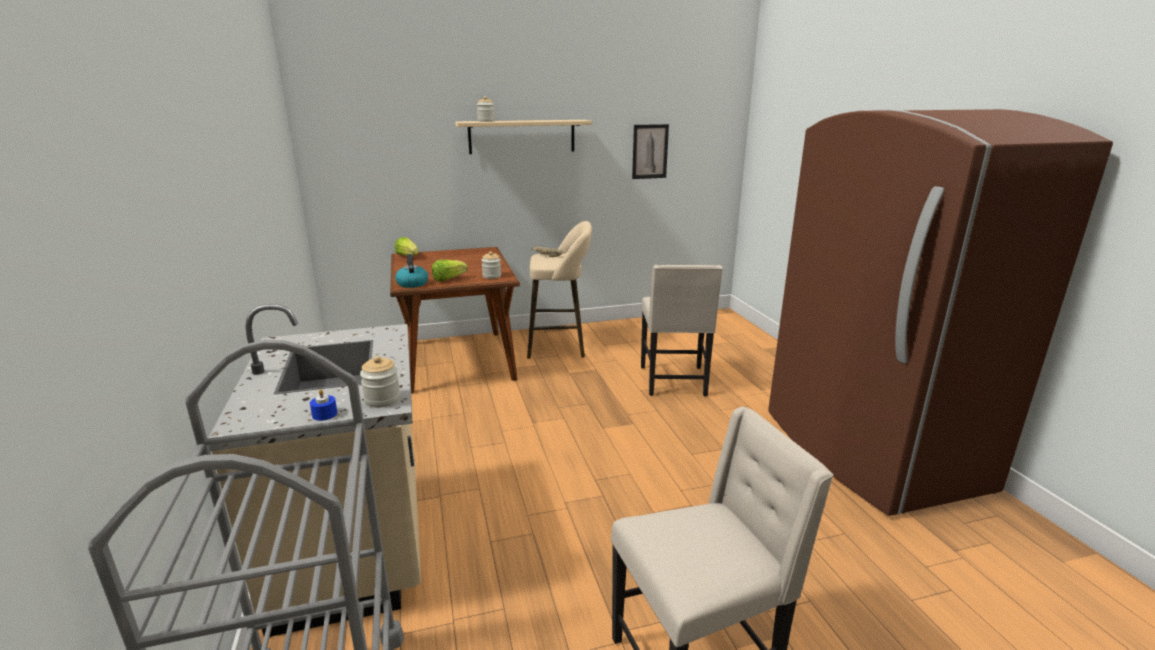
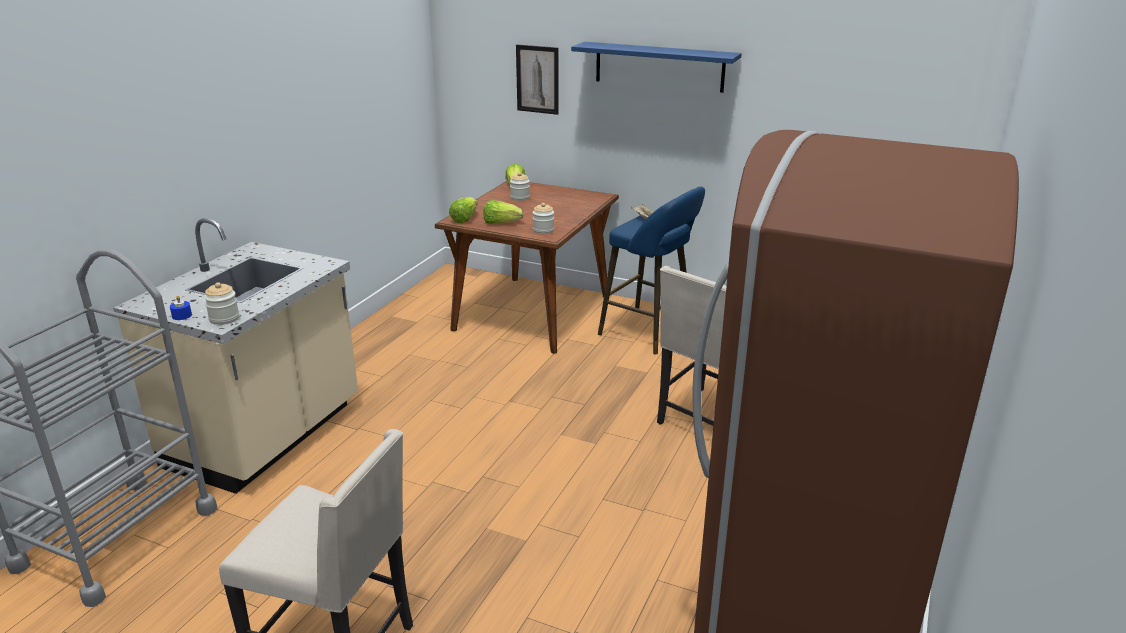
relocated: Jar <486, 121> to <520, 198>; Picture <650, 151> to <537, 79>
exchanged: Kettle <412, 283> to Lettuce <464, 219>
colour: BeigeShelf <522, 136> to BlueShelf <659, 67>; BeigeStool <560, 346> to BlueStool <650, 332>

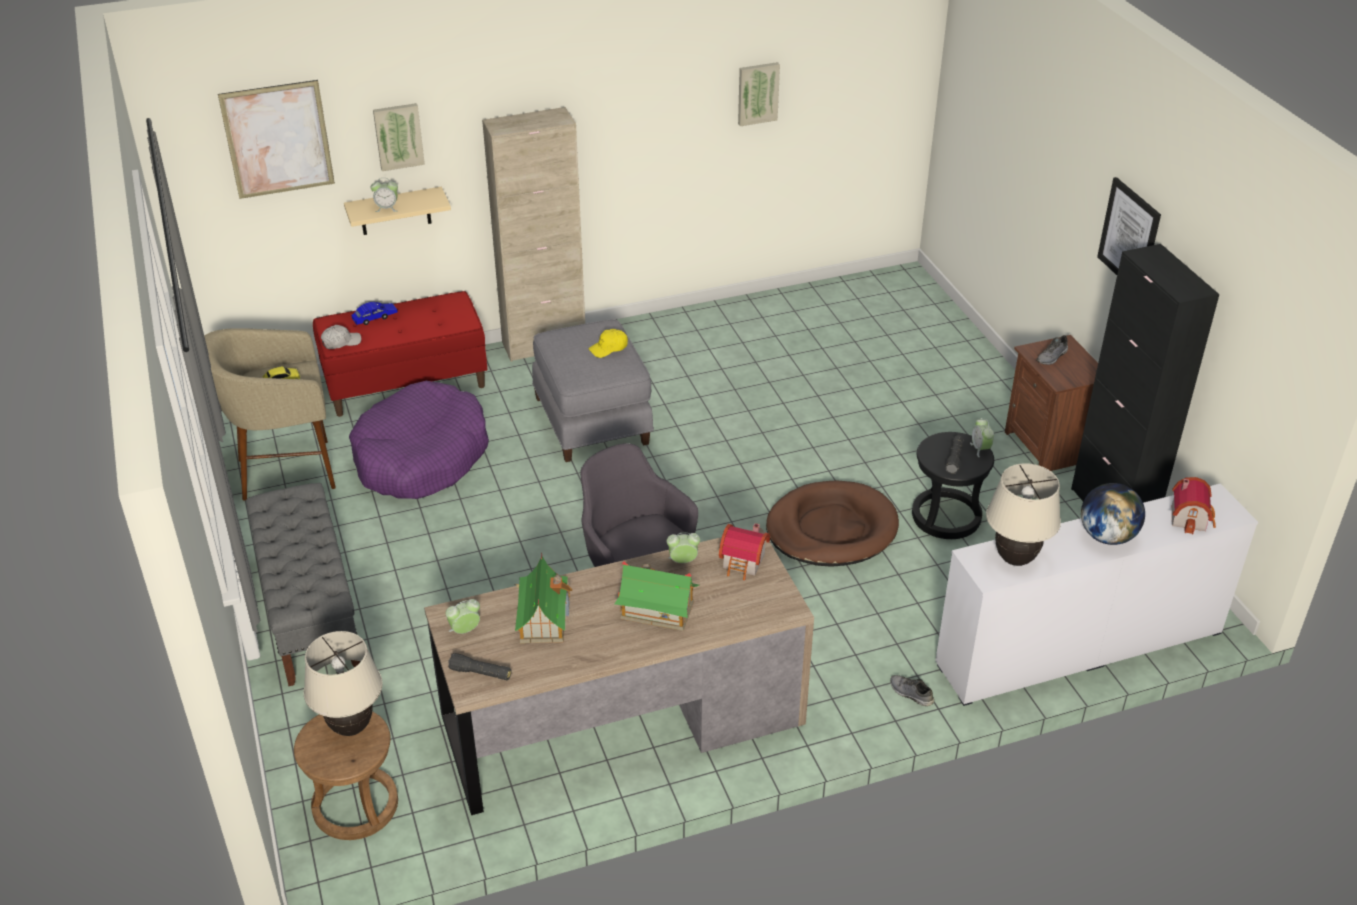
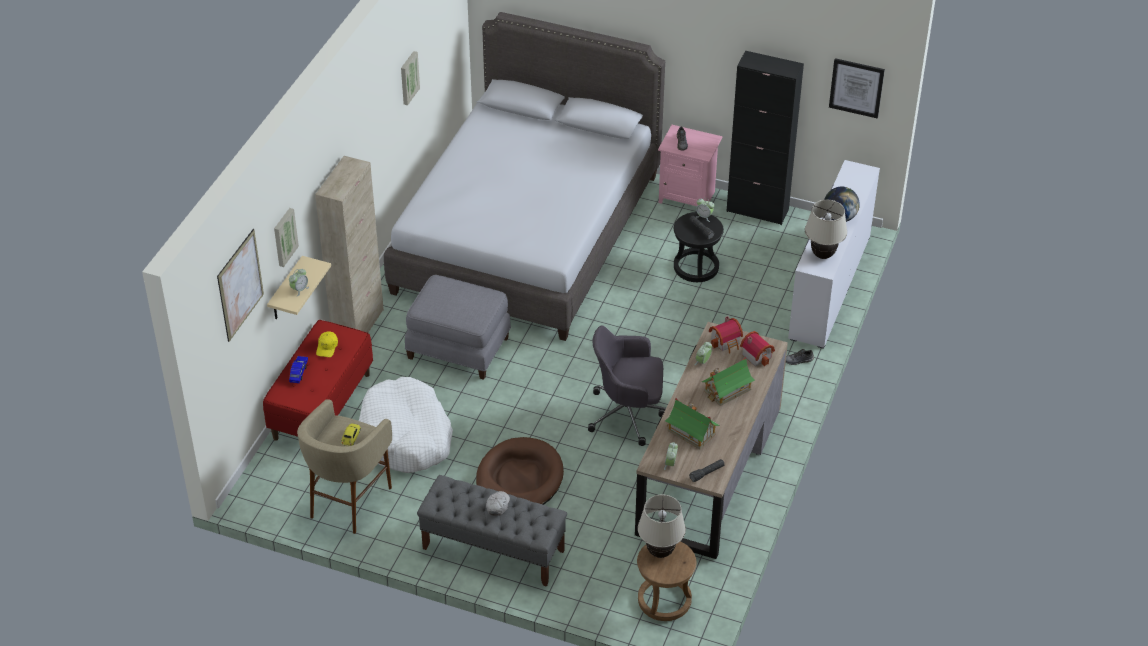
appeared: GreyBed <527, 233>
relocated: YellowCap <609, 348> to <327, 347>; BrownDogBed <831, 529> to <519, 479>; WhiteCap <341, 342> to <497, 505>; ToyHouse <1191, 517> to <757, 355>; Picture <1129, 236> to <856, 87>
colour: PurpleDogBed <421, 457> to WhiteDogBed <406, 436>; BrownNightstand <1048, 447> to PinkNightstand <687, 196>

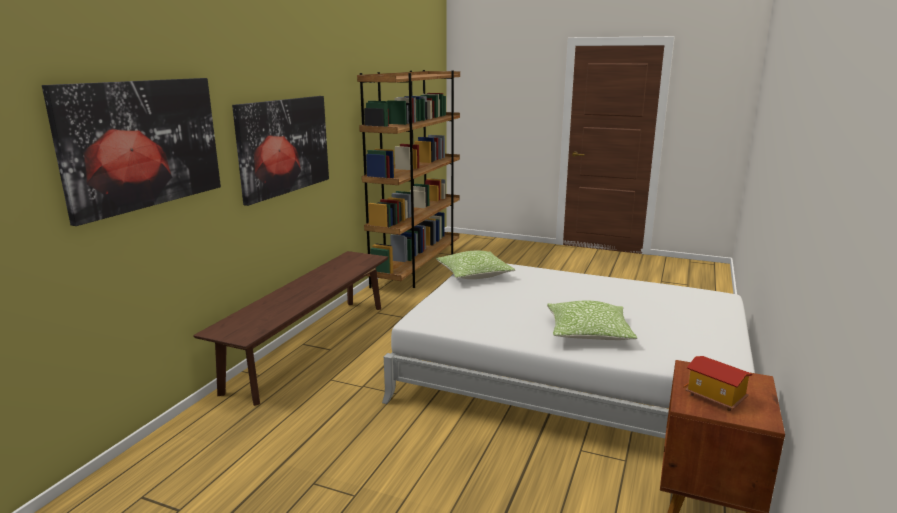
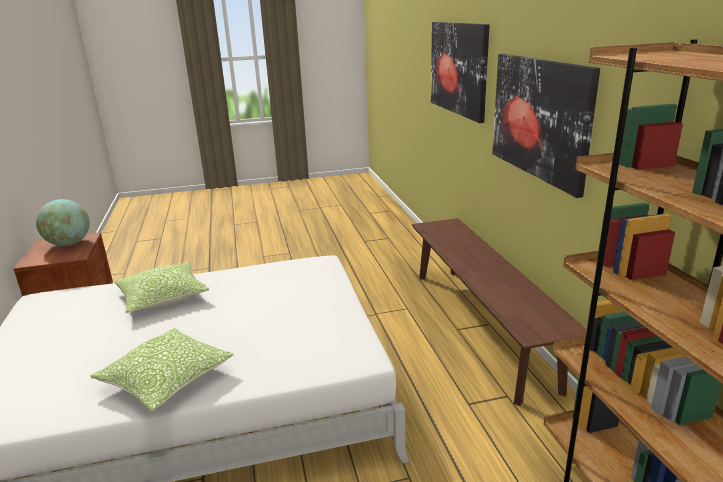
relocated: Pillow <474, 274> to <167, 380>
exchanged: ToyHouse <714, 398> to Globe <69, 244>

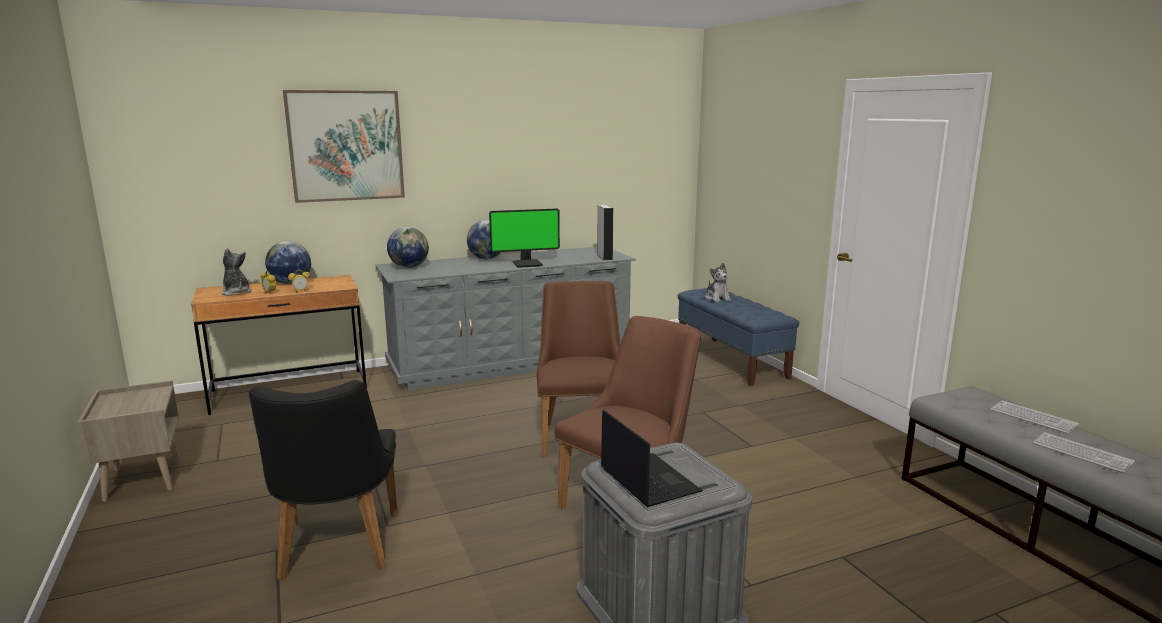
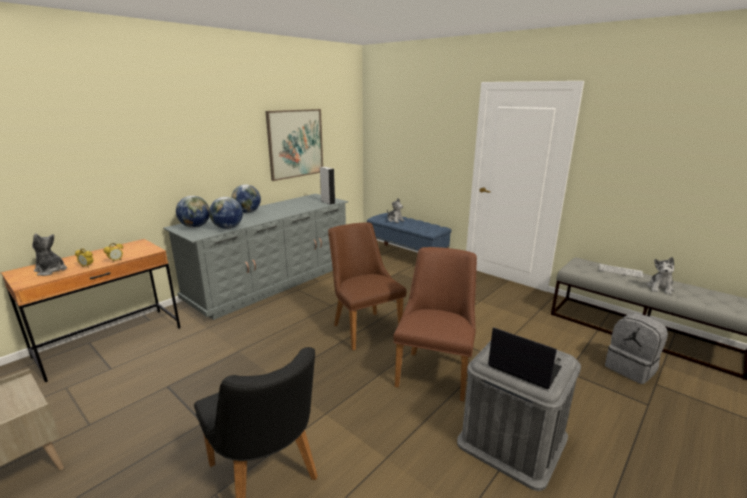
missing: Monitor <527, 263>
appeared: GreyBackpack <631, 369>
relocated: Globe <290, 283> to <228, 228>; Picture <346, 146> to <295, 143>
exchanged: Keyboard <1081, 453> to PlushToy <660, 288>

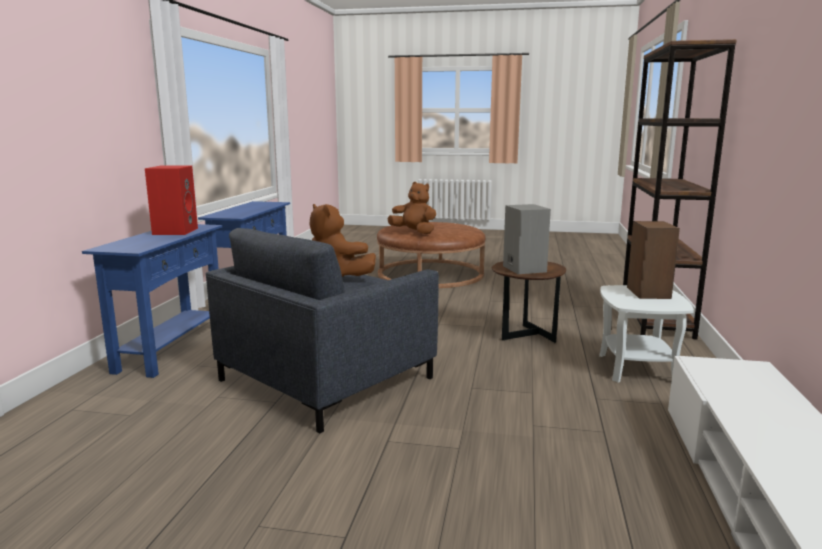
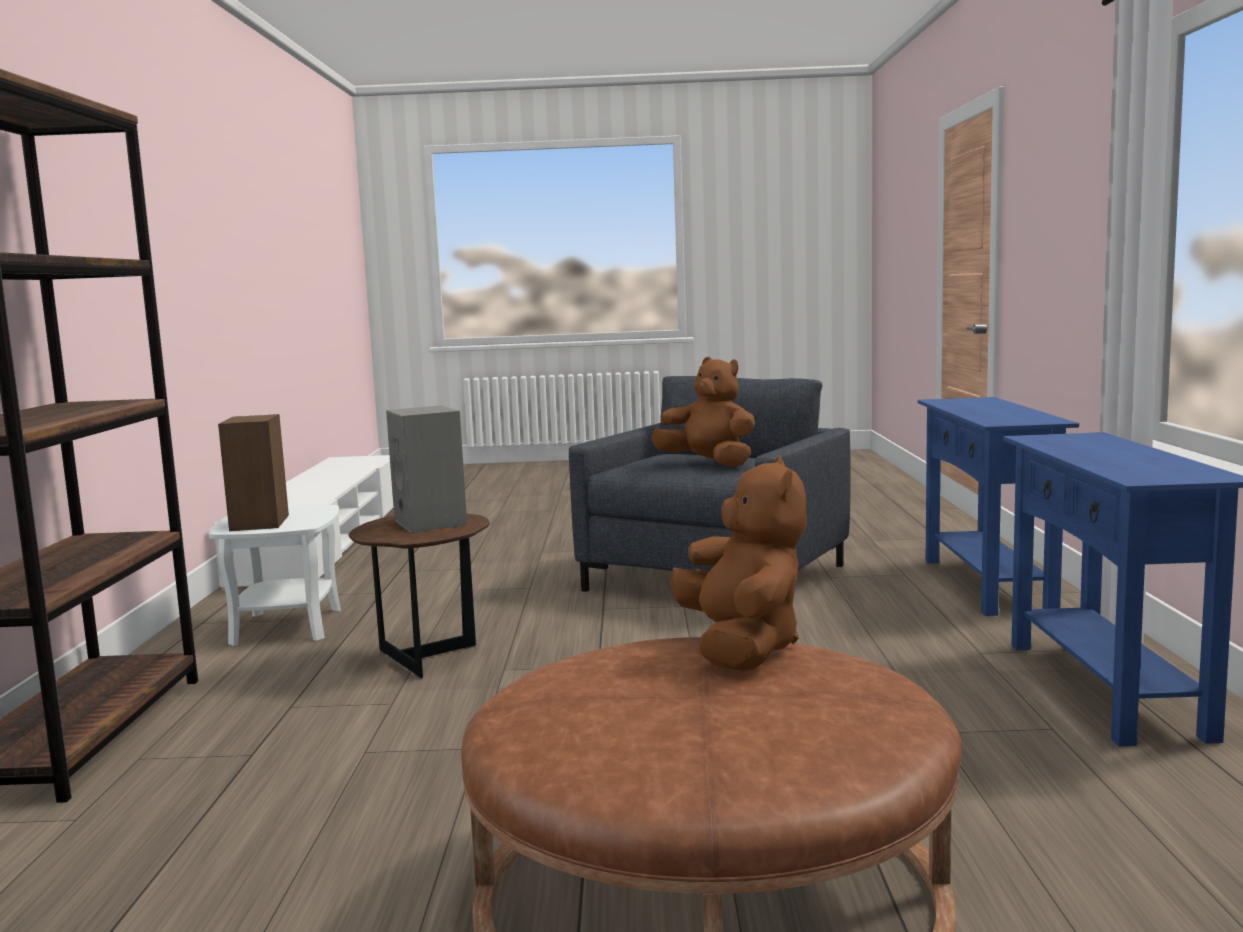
missing: RedSpeaker <175, 231>
spun: BrownPlushToy <414, 232> = <741, 648> 120 degrees counterclockwise

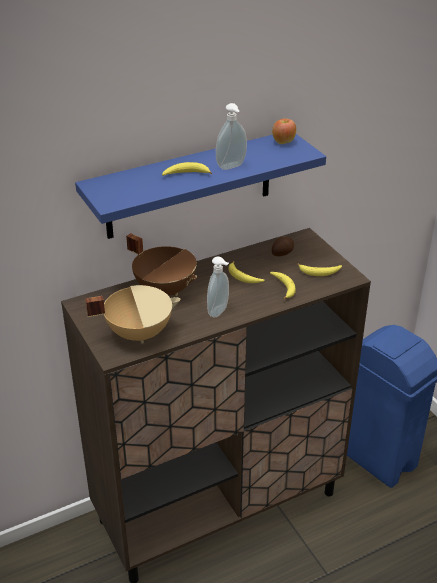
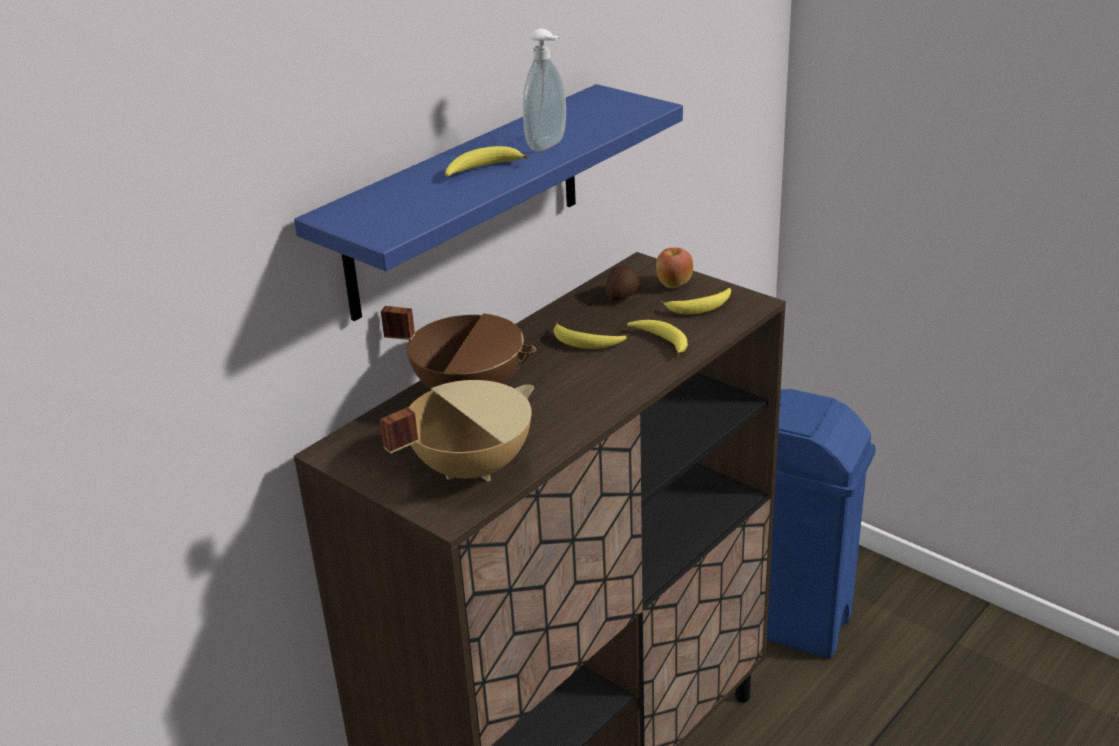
missing: SoapDispenser <219, 312>
relocated: Apple <283, 142> to <673, 284>

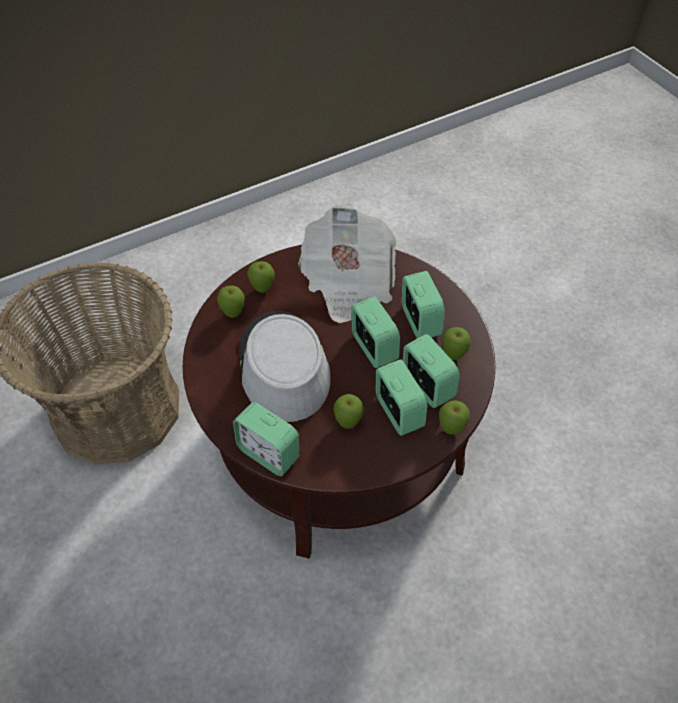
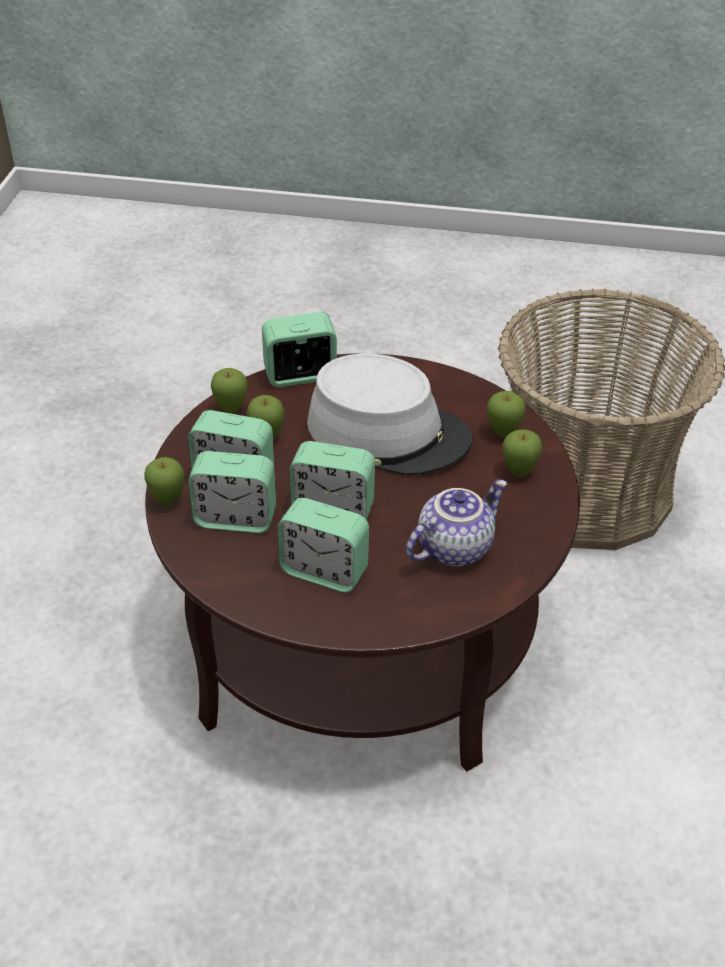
relocated: Apple <453, 356> to <231, 410>
exchanged: Newspaper <348, 283> to Teapot <454, 547>

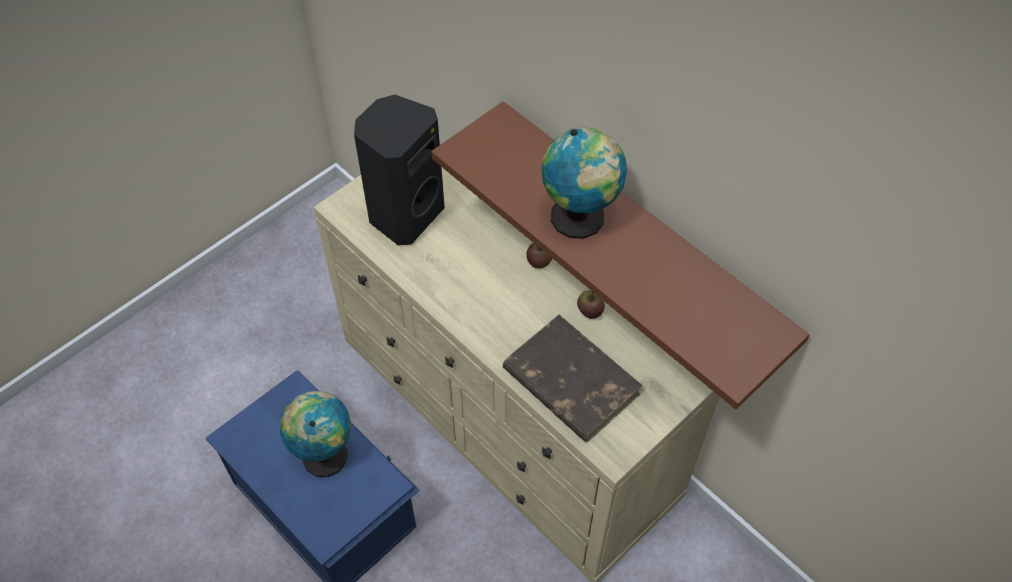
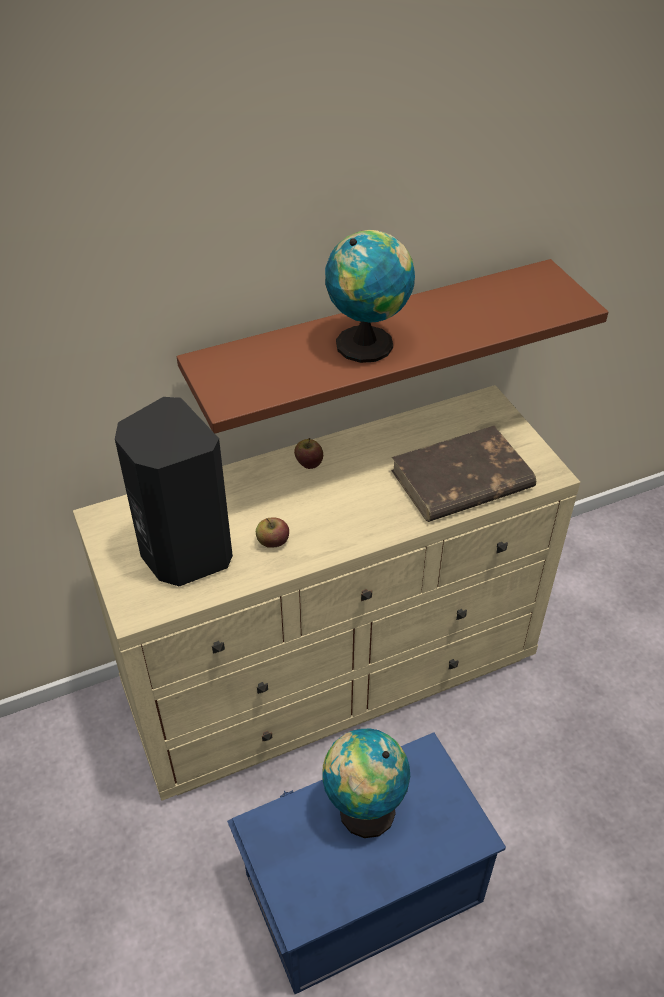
relocated: Apple <589, 311> to <273, 542>

